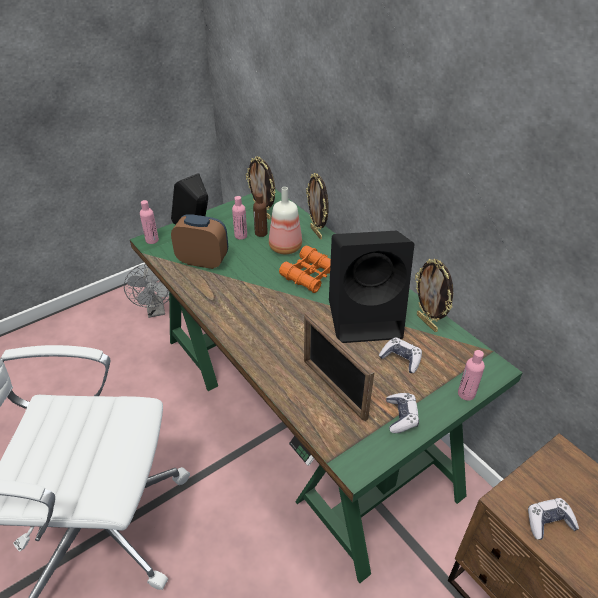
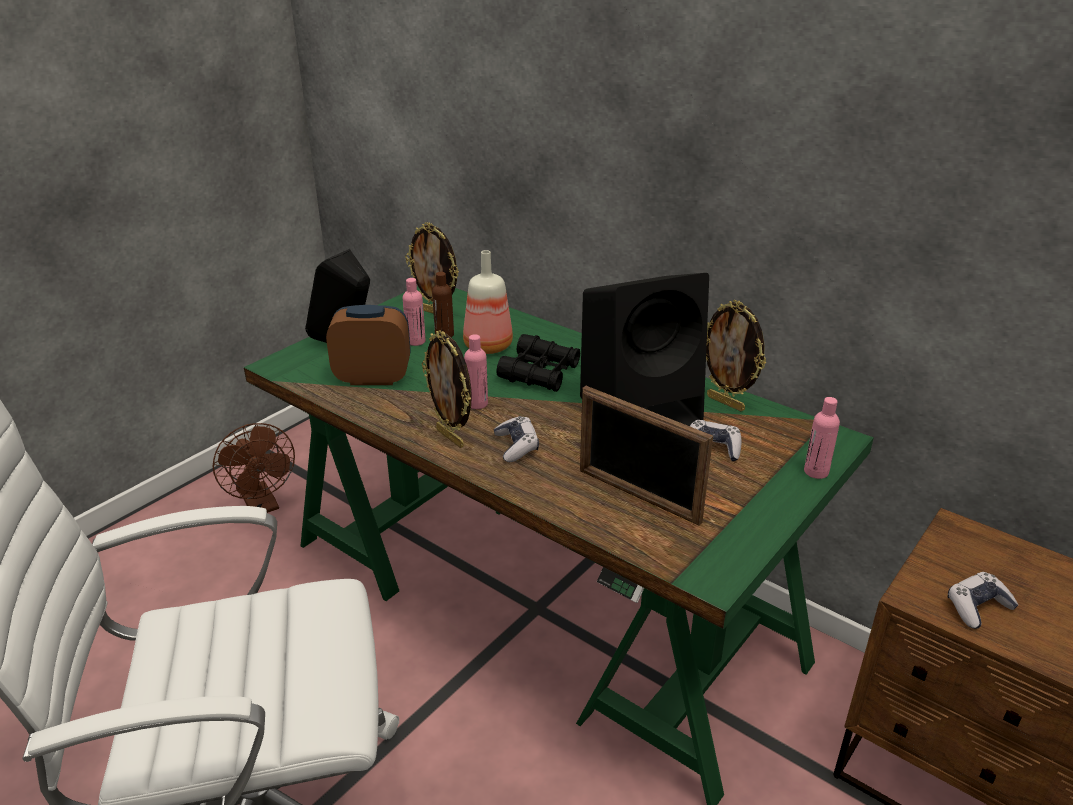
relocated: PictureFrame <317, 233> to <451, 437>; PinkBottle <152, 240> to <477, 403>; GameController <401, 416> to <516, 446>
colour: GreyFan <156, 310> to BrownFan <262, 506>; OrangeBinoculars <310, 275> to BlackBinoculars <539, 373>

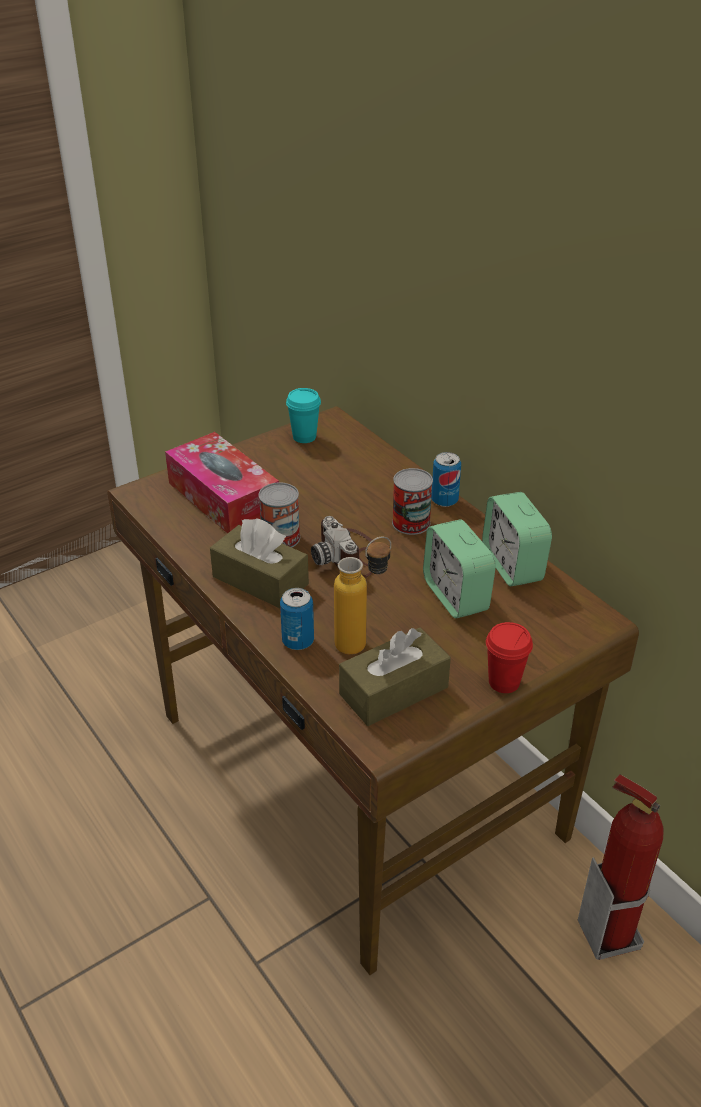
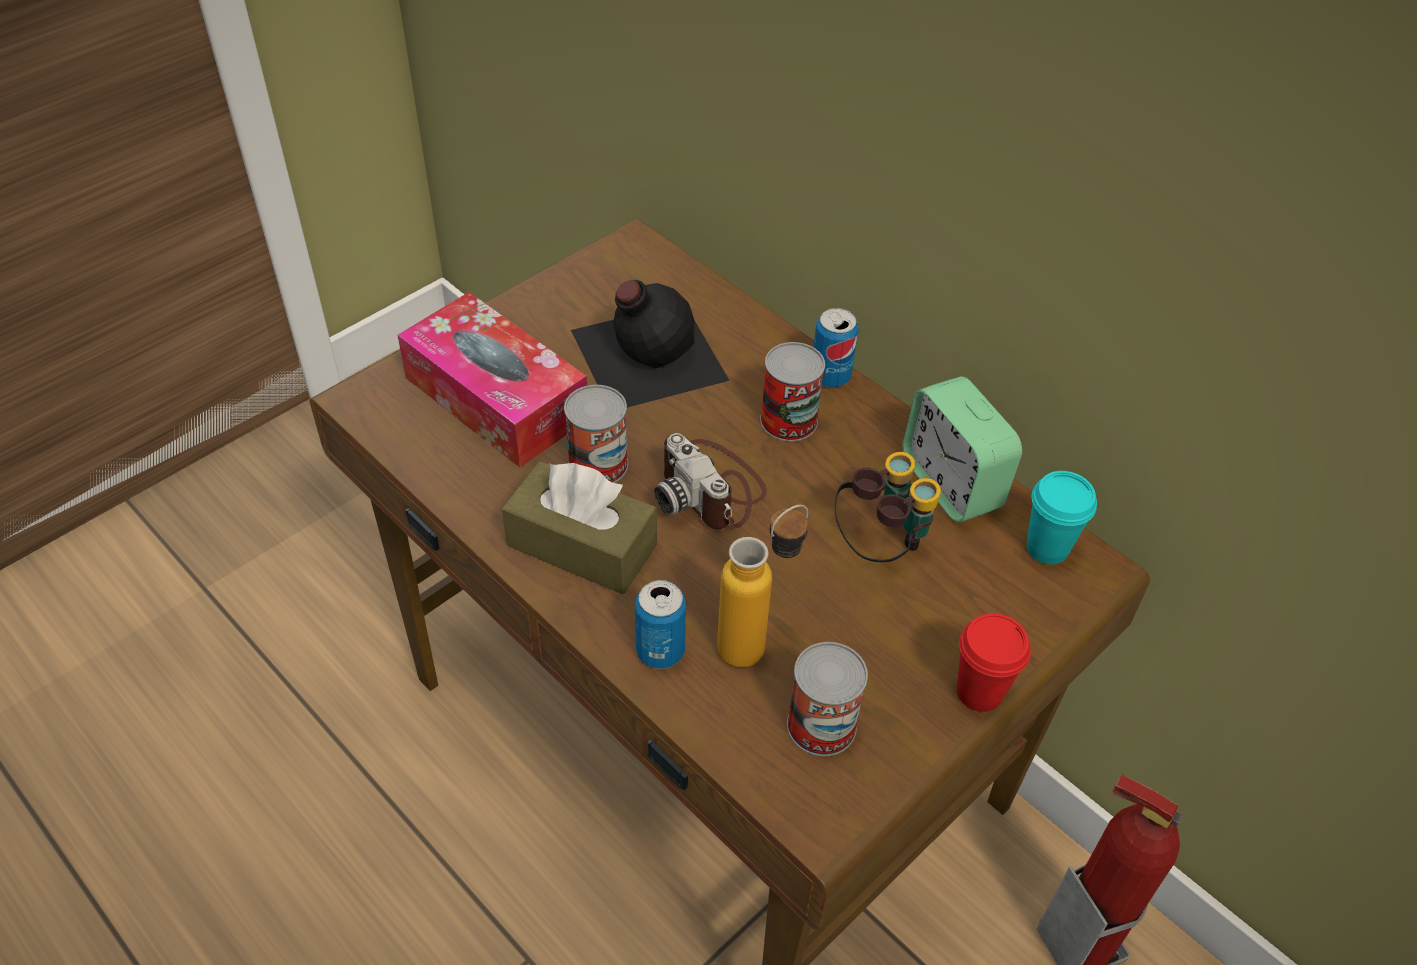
appeared: BlackBottle <645, 354>
relocated: TurquoiseCup <304, 437> to <1047, 548>
exchanged: BrownTissueBox <394, 691> to Can <821, 725>; AlarmClock <456, 596> to Binoculars <880, 545>

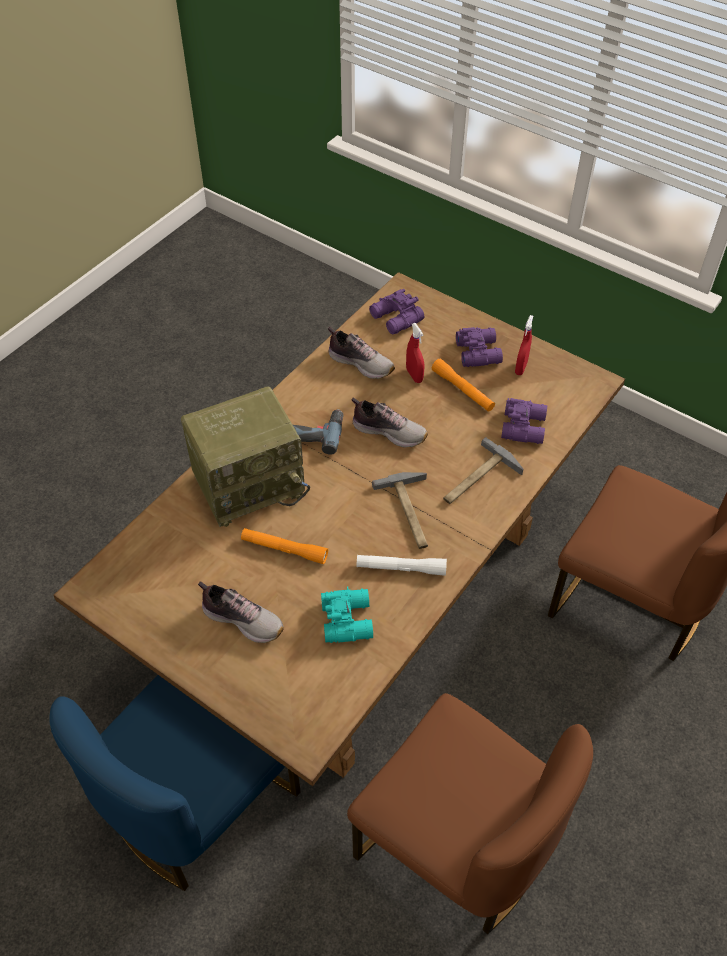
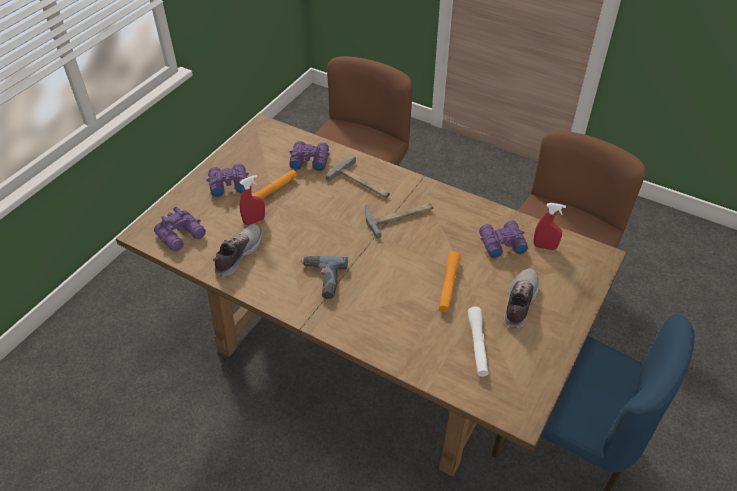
missing: Radio <250, 483>; Shoe <389, 431>
relocated: WhiteFlashlight <401, 568> to <477, 345>; RedSprayBottle <521, 368> to <545, 246>
colour: TurquoiseBinoculars <348, 619> to PurpleBinoculars <501, 243>

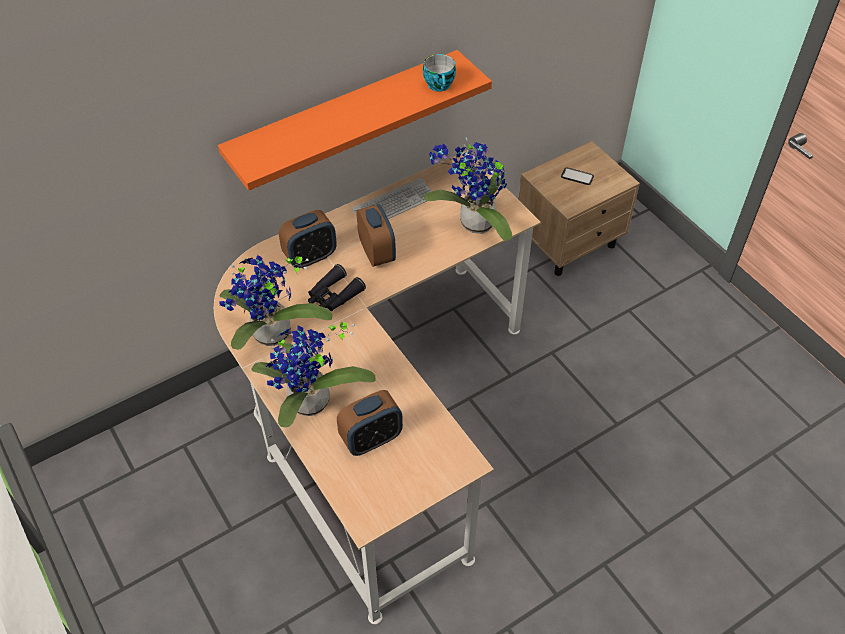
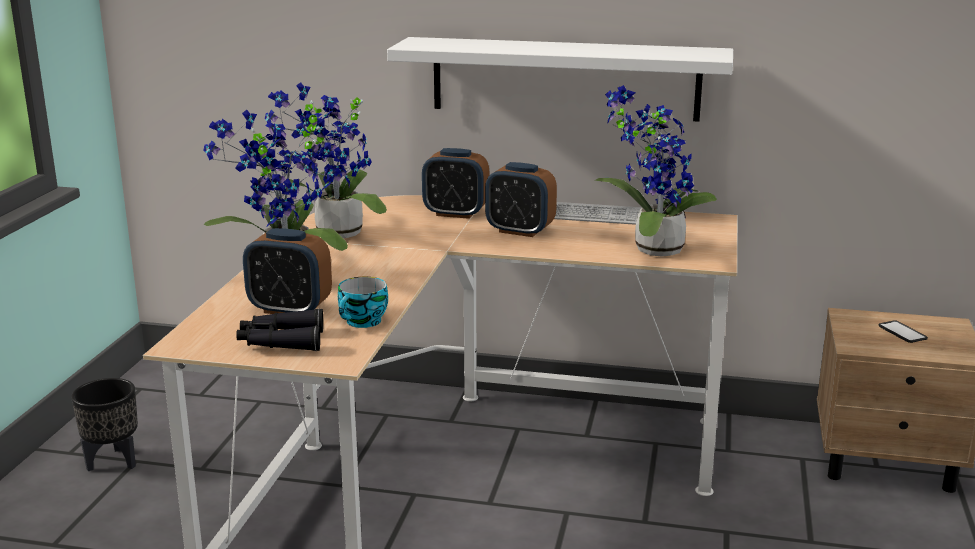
appeared: BlackPlanter <113, 461>
relocated: BlackBinoculars <333, 296> to <280, 342>; Cup <440, 85> to <363, 322>
colour: OrangeShelf <345, 118> to WhiteShelf <565, 78>
spun: AlarmClock <377, 253> = <520, 231> 90 degrees clockwise

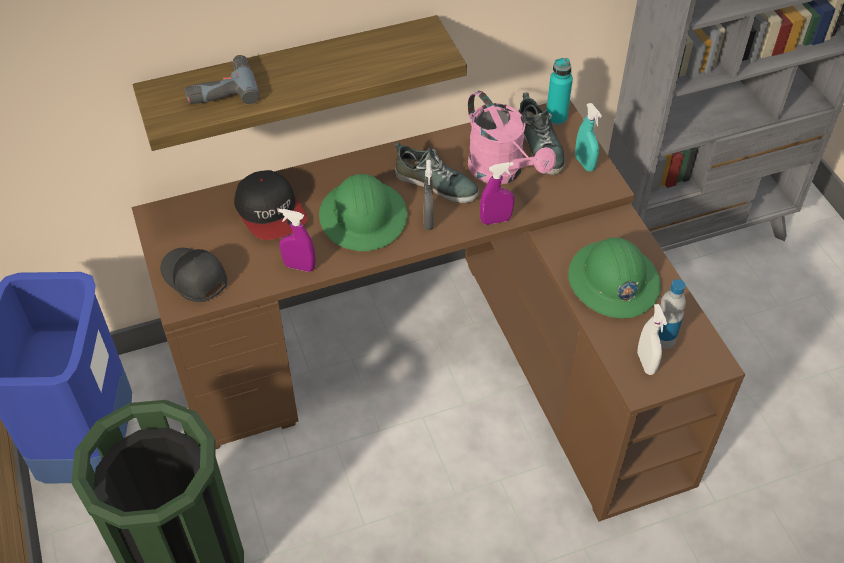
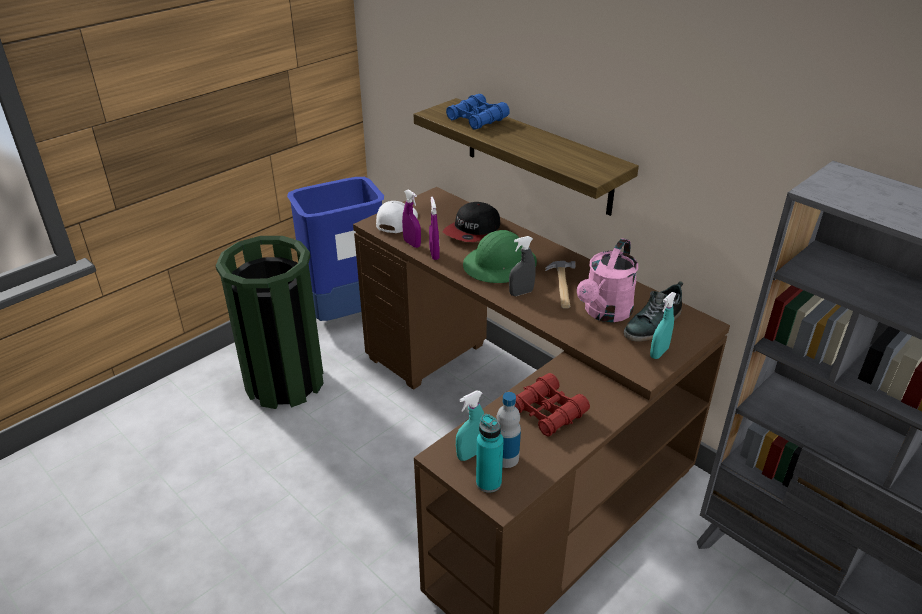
relocated: PurpleSprayBottle <495, 220> to <412, 244>; TurquoiseBottle <556, 118> to <488, 482>
exchanged: PowerDrill <220, 88> to BlueBinoculars <477, 119>; GreenHardHat <613, 281> to RedBinoculars <547, 412>; Shoe <436, 183> to Hammer <562, 286>
colour: BlackCap <194, 278> to WhiteCap <396, 222>; WhiteSprayBottle <646, 363> to TurquoiseSprayBottle <471, 454>

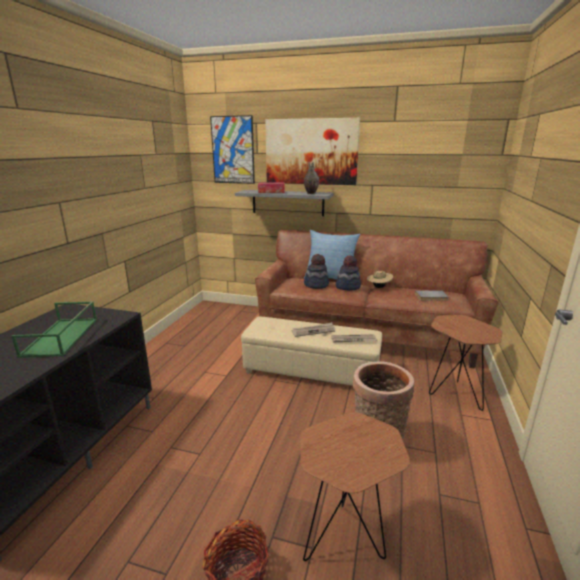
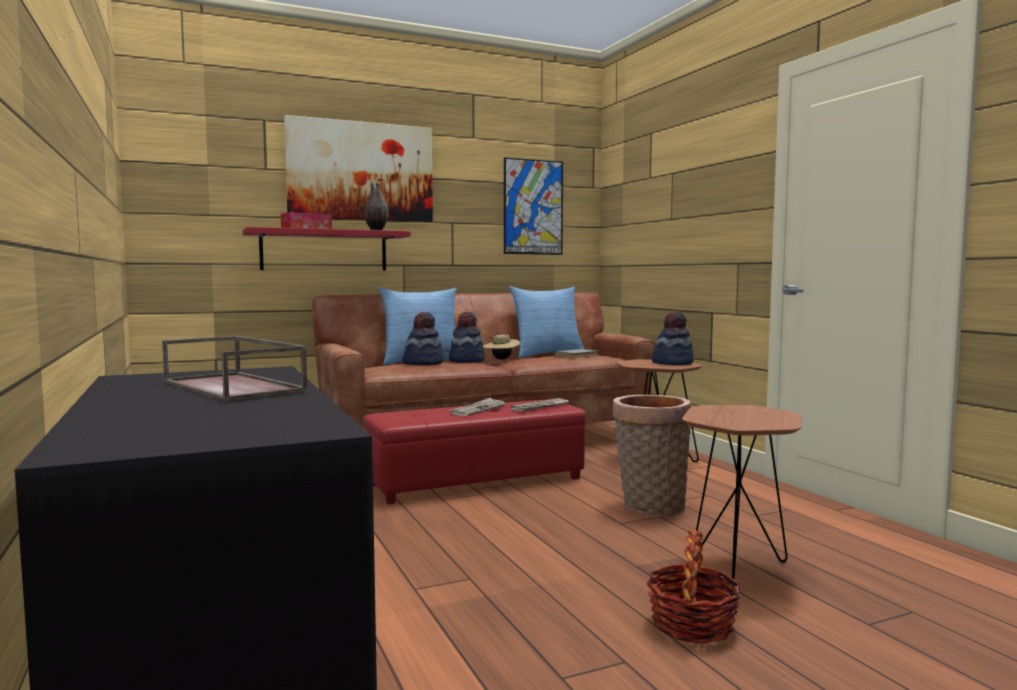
appeared: Pillow <547, 355>; Hat <672, 363>
relocated: Picture <233, 150> to <533, 207>
colour: GreenTray <61, 337> to BrownTray <235, 387>; GreyShelf <287, 202> to RedShelf <324, 251>; BeigeOttoman <311, 371> to RedOttoman <477, 481>

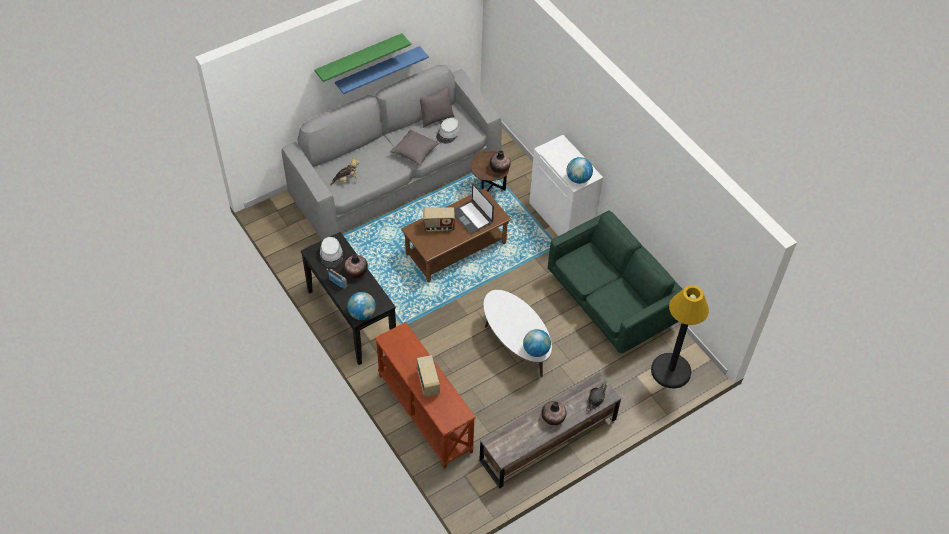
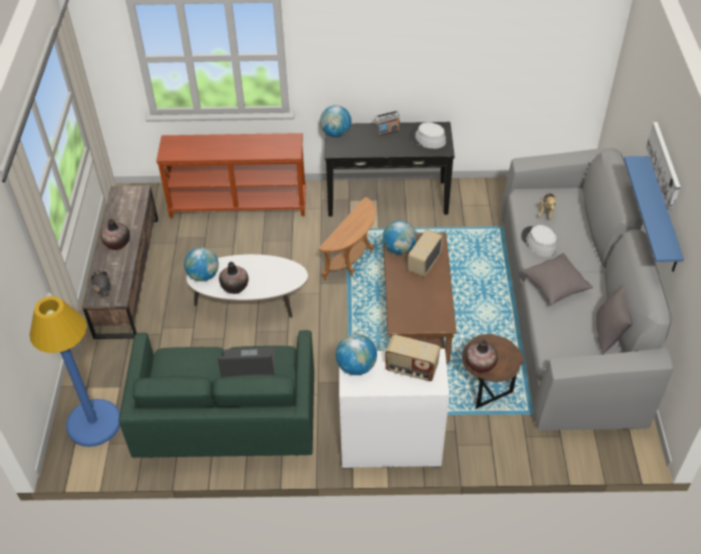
appeared: BrownSideTable <352, 260>; Globe <399, 249>
relocated: Laptop <472, 217> to <249, 366>; Vase <356, 272> to <235, 287>; Radio <428, 382> to <411, 369>; GreyHat <448, 133> to <538, 242>
exchanged: GreenShelf <359, 58> to Picture <664, 165>
colour: BlackFloorLamp <671, 371> to BlueFloorLamp <94, 423>

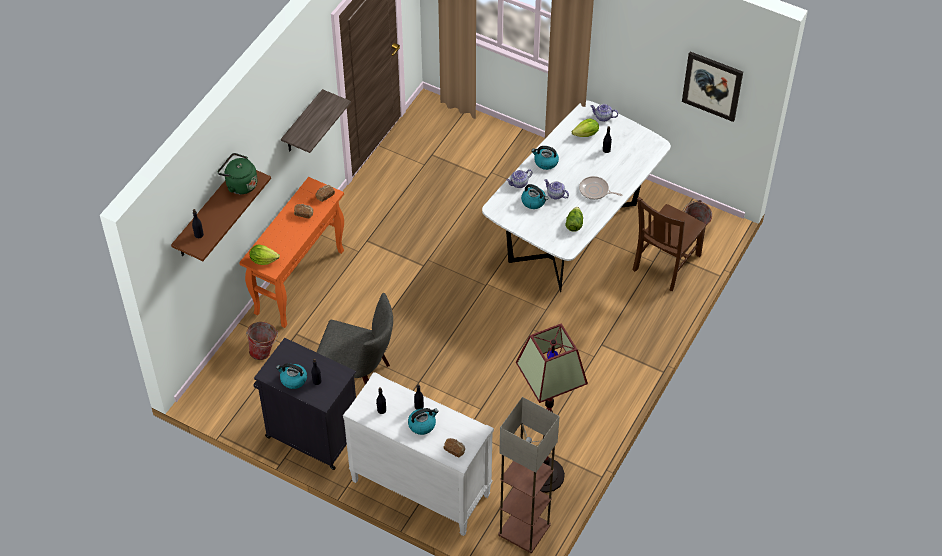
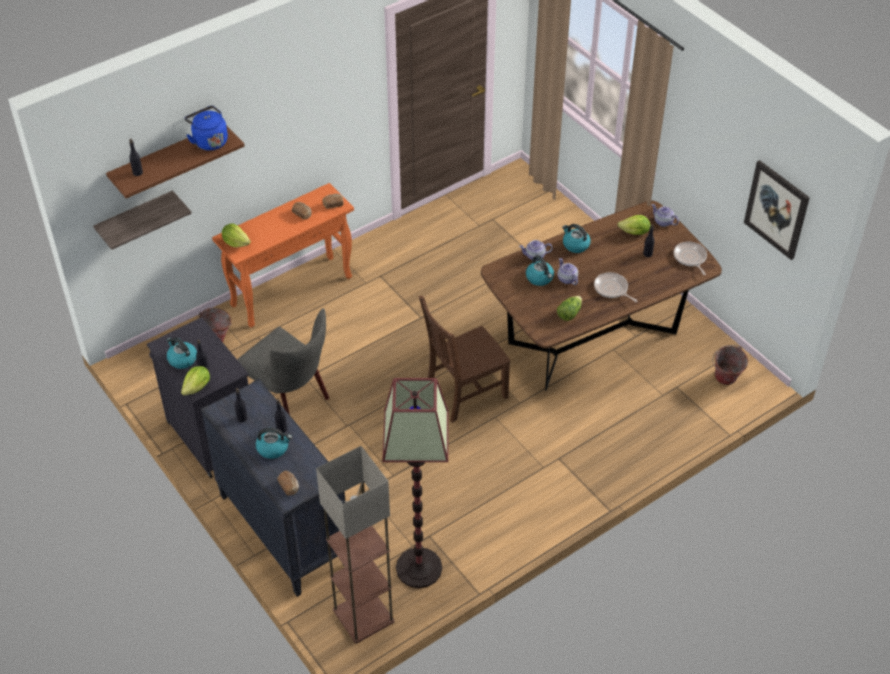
appeared: Lettuce <197, 387>; FryingPan <690, 258>
relocated: Shelf <302, 123> to <136, 219>; BrownChair <665, 264> to <463, 393>
colour: GreenKettle <239, 184> to BlueKettle <209, 141>; WhiteDresser <420, 488> to BlackDresser <283, 530>; WhiteDiningTable <573, 233> to BrownDiningTable <593, 339>

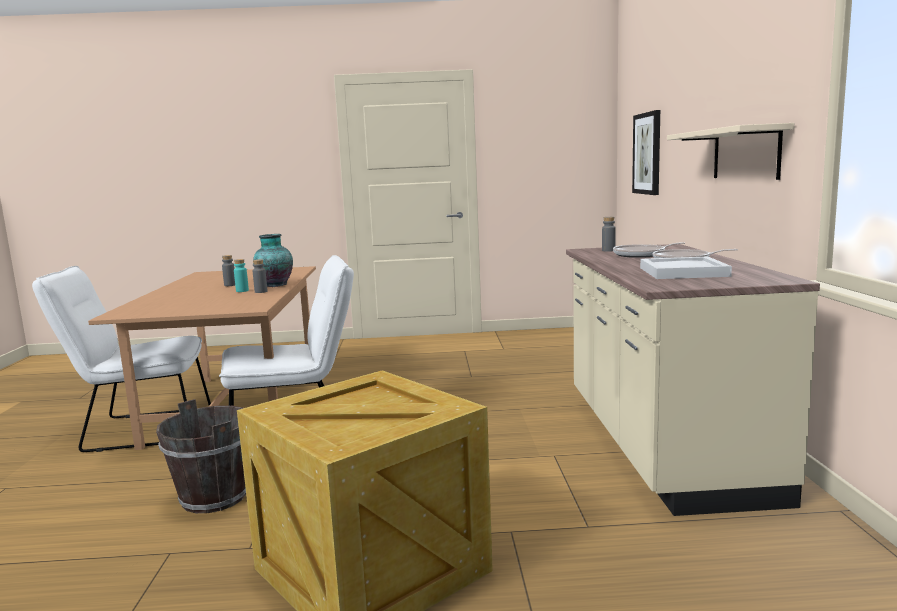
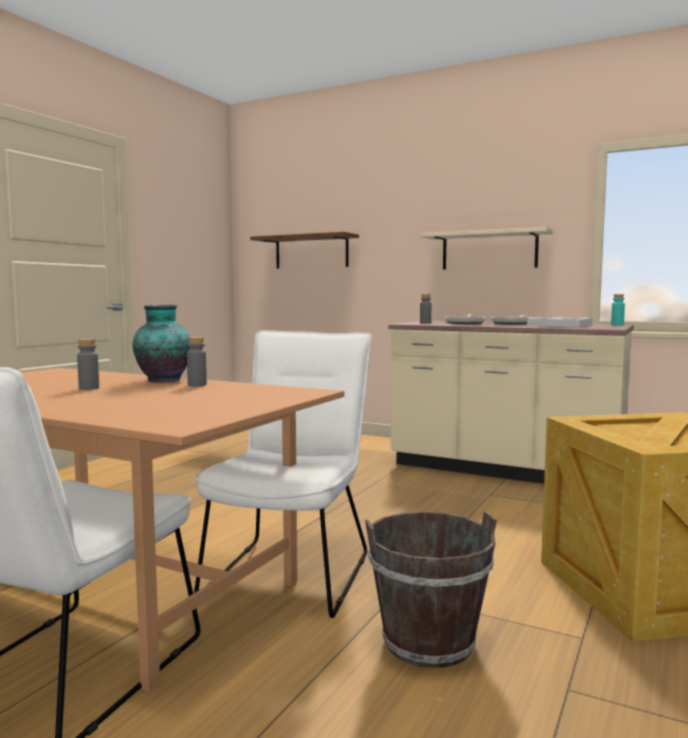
relocated: TurquoiseBottle <242, 291> to <617, 325>
exchanged: Picture <647, 153> to BrownShelf <311, 252>

